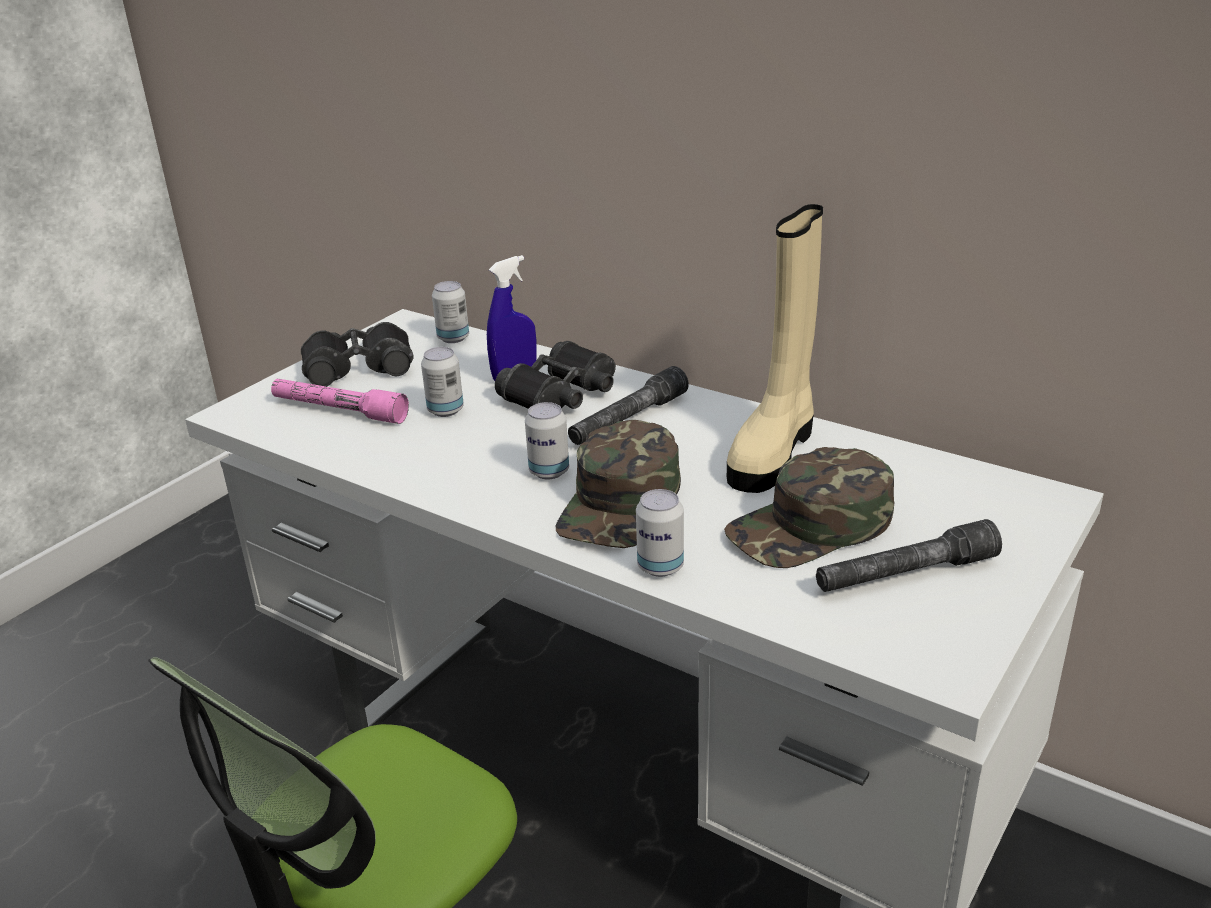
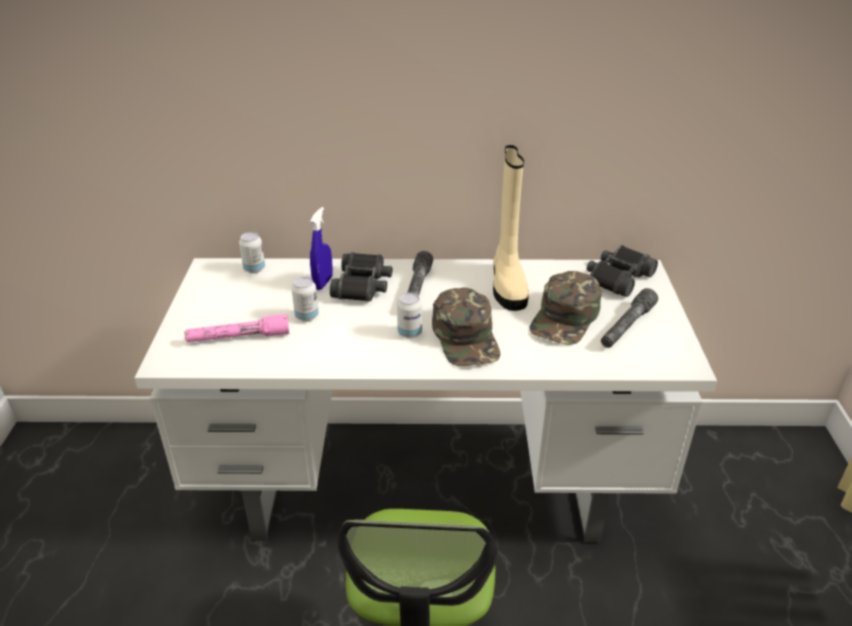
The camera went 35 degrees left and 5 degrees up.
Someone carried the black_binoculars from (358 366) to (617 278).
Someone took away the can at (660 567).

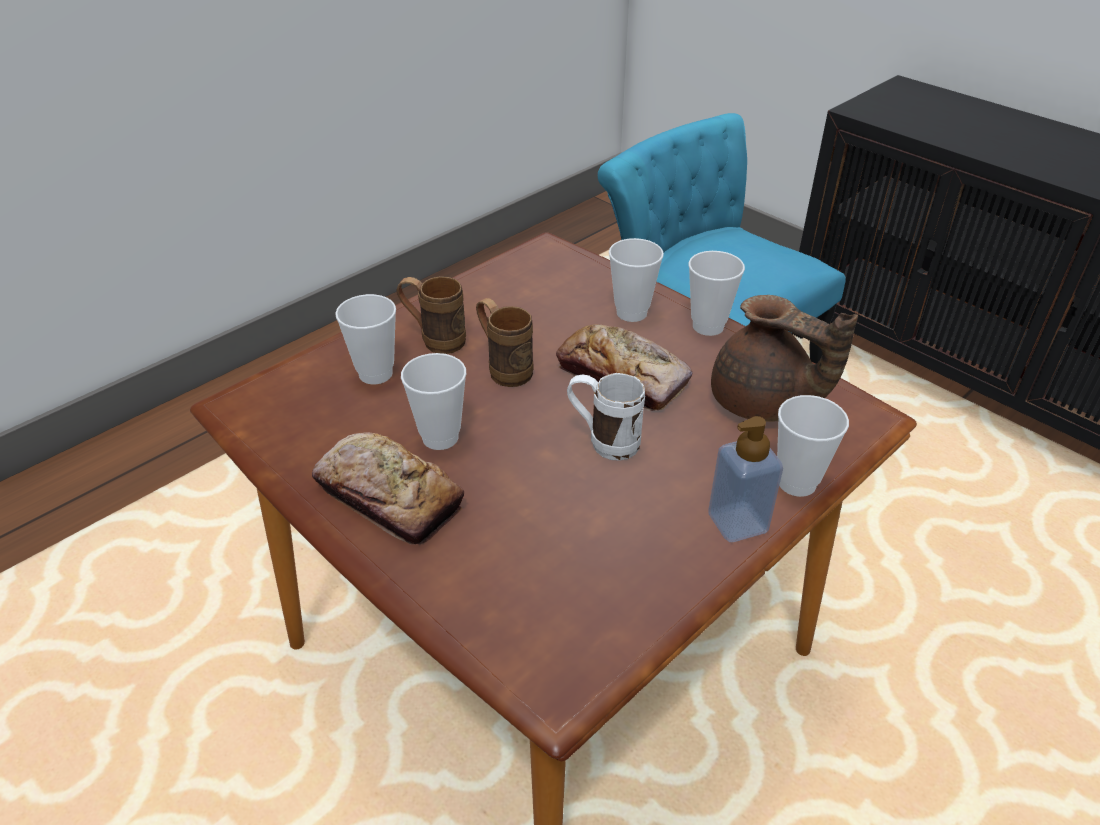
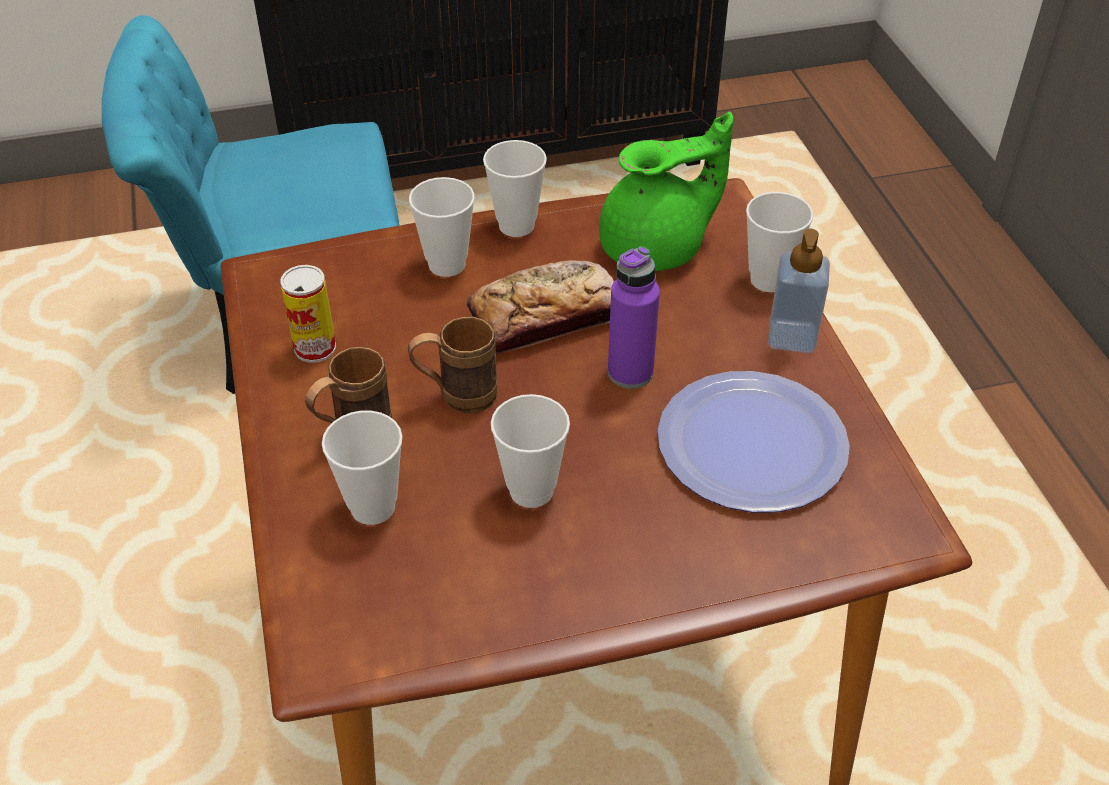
The camera went 60 degrees left and 5 degrees up.
Someone put down the can at (315 348).
Someone repainted the brown_teapot at (763 404), which became the green_teapot at (657 248).
Someone swapped the white_mug at (603 442) for the purple_bottle at (630 373).
Someone put down the plate at (752 444).
Someone took away the bread at (389 497).

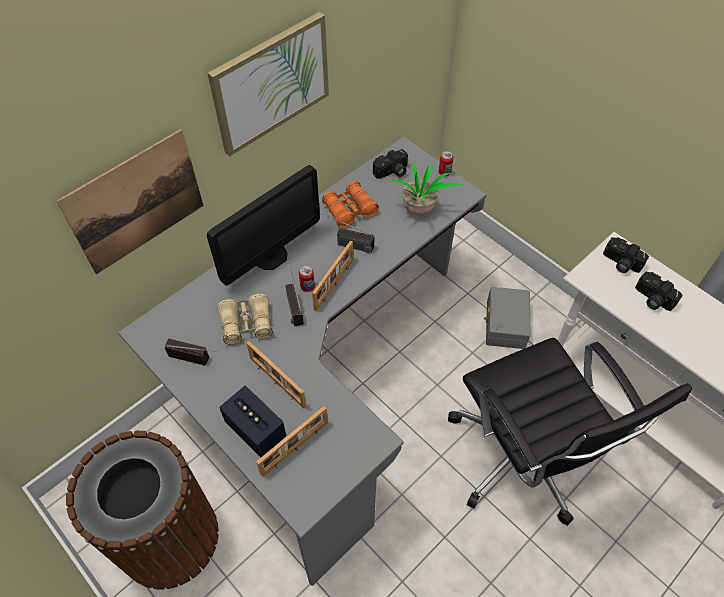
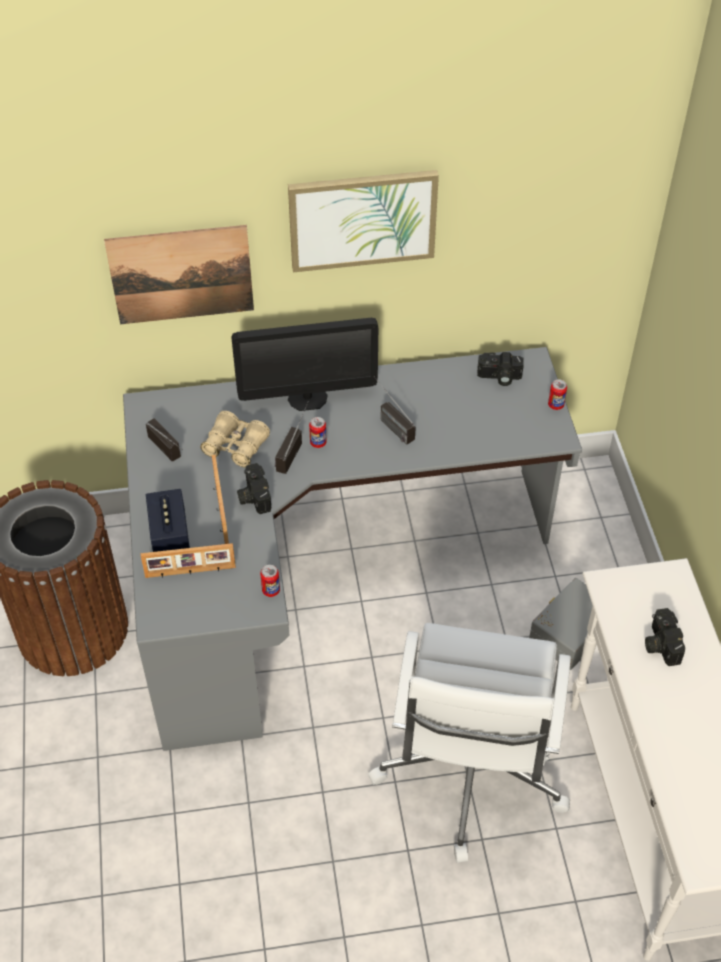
The camera went 35 degrees right and 5 degrees down.
Someone carried the photo_camera from (620 263) to (253 496).
Someone put down the can at (271 590).
Someone repainted the black_office_chair at (524 458), which became the white_office_chair at (469 774).
Someone took away the picture_frame at (335 284).
Someone took away the orange_binoculars at (350 210).
Someone took away the potted_plant at (419 211).

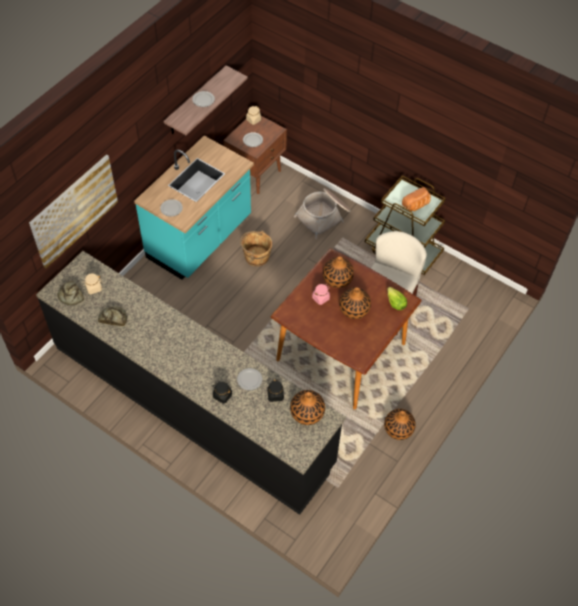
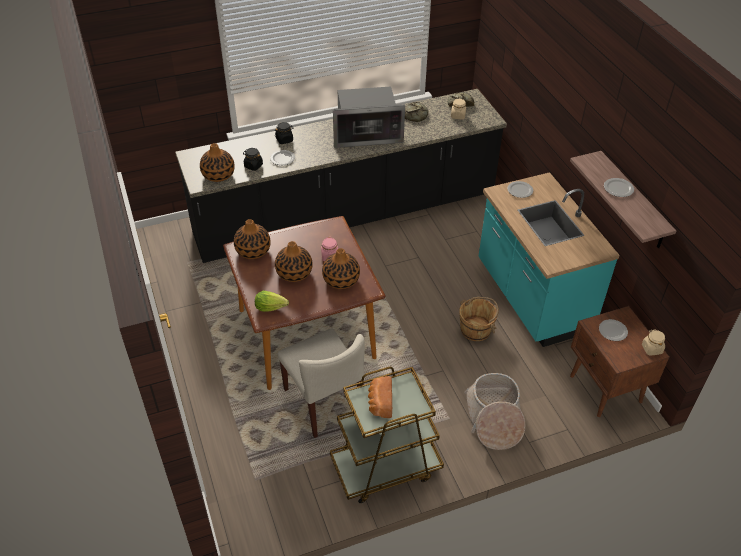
The camera went 125 degrees right and 10 degrees down.
Someone carried the vase from (398 429) to (253 251).
Someone put down the microwave at (366 134).
Someone took away the picture at (74 211).

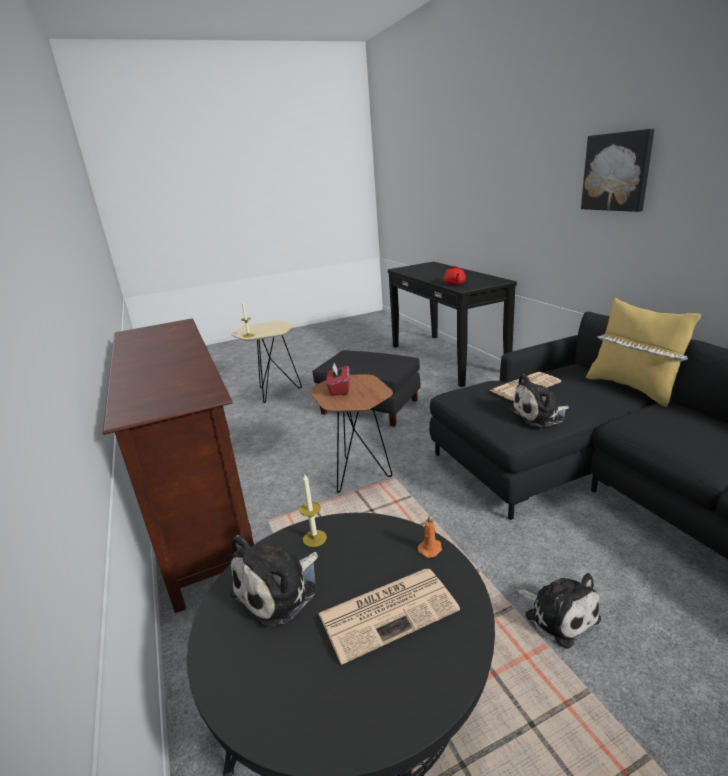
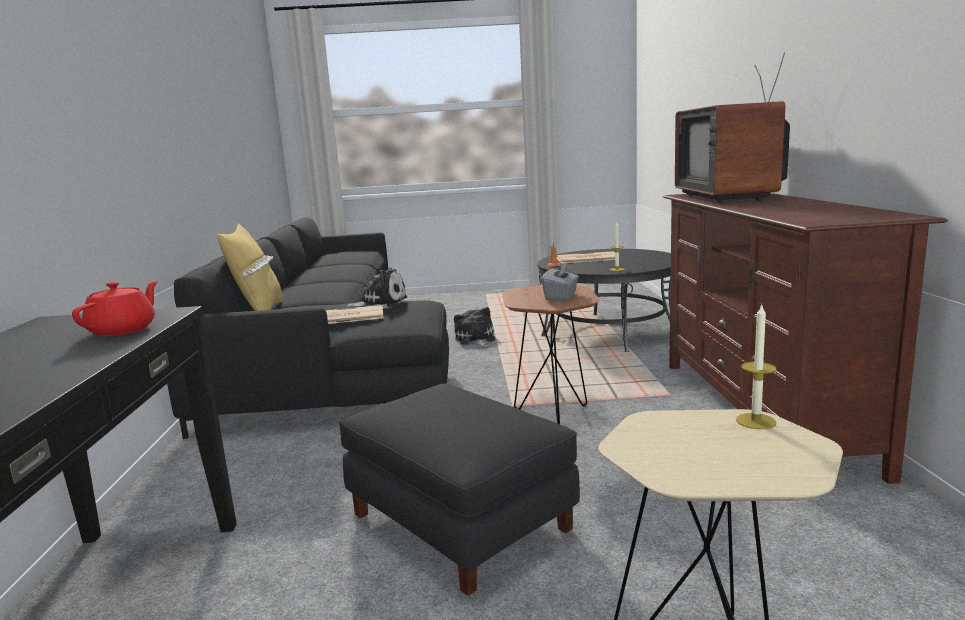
The camera went 160 degrees left and 10 degrees down.
Someone repainted the red_tissue_box at (339 389), which became the grey_tissue_box at (561 297).
Someone put down the television at (732 196).
Someone took away the plush_toy at (279 589).
Someone took away the picture at (617 172).

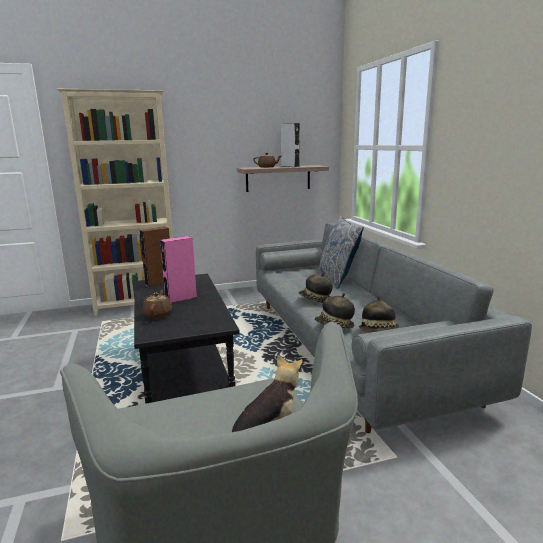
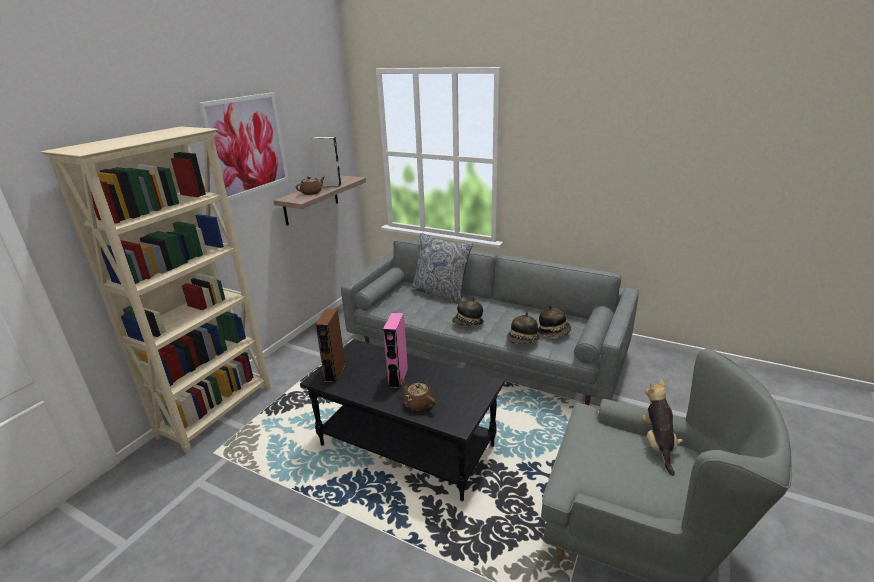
The camera went 45 degrees left and 10 degrees up.
Someone put up the picture at (247 145).

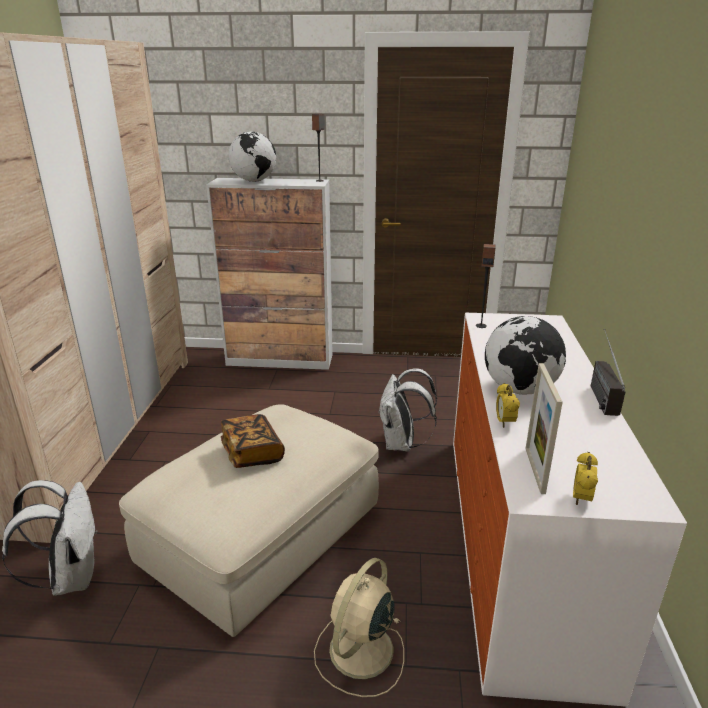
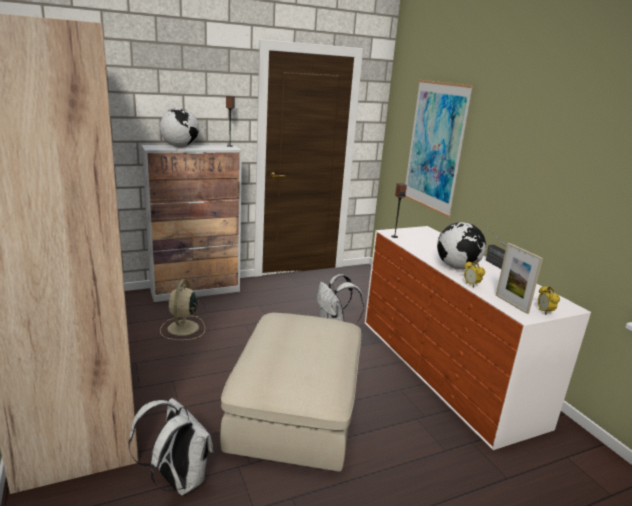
The camera went 30 degrees left and 5 degrees down.
Someone carried the beige_fan from (359 652) to (182 329).
Someone put up the picture at (435 146).
Someone took away the book at (252 453).

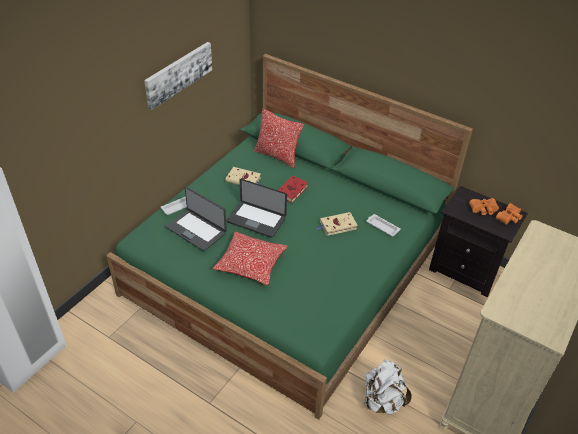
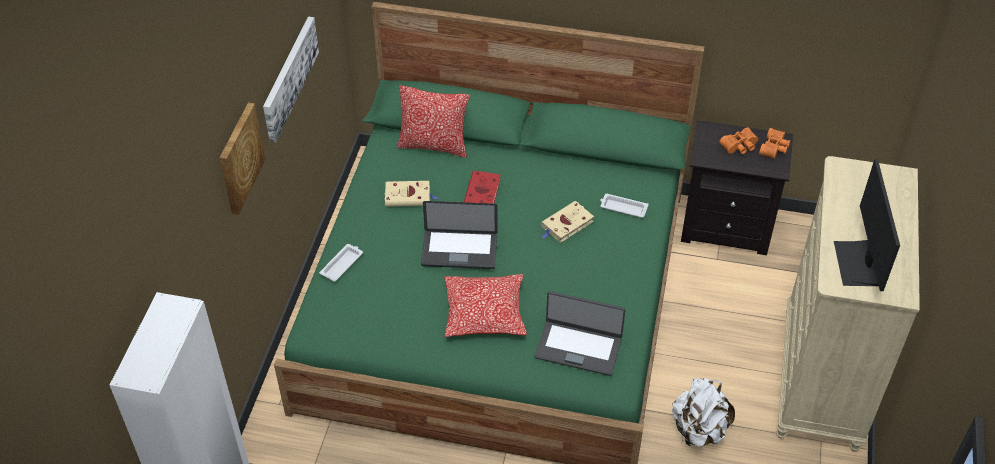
The camera went 20 degrees left and 5 degrees up.
Someone put up the picture at (239 158).
Someone carried the laptop from (196 230) to (578 347).
Someone put down the monitor at (858 263).

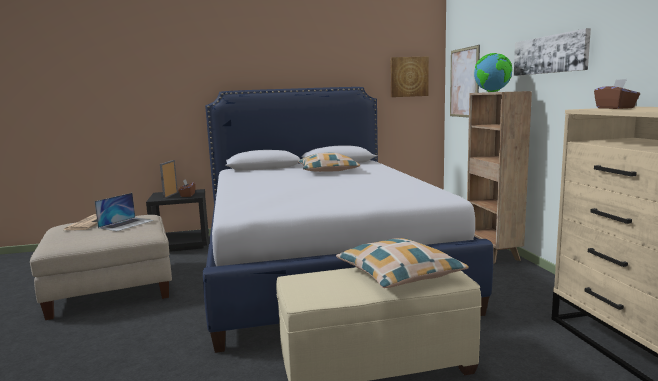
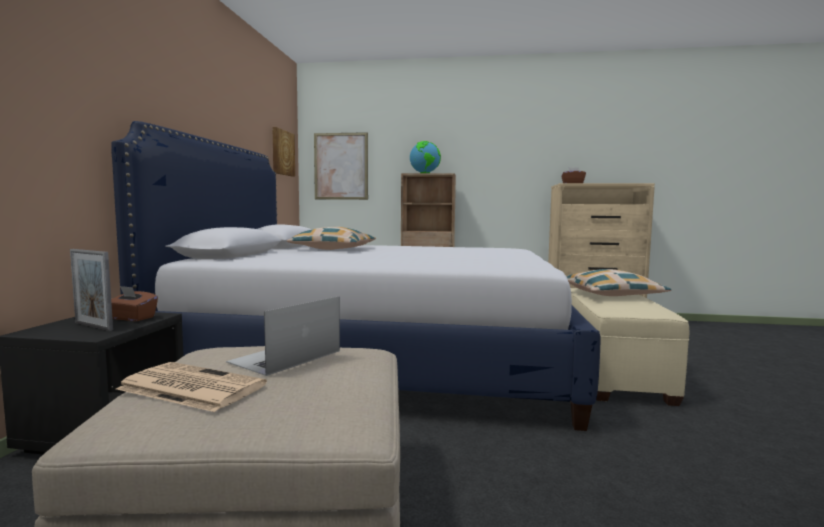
The camera went 70 degrees left and 5 degrees down.
Someone rotated the laptop at (126 224) by 105 degrees counterclockwise.
Someone took away the picture at (550 54).

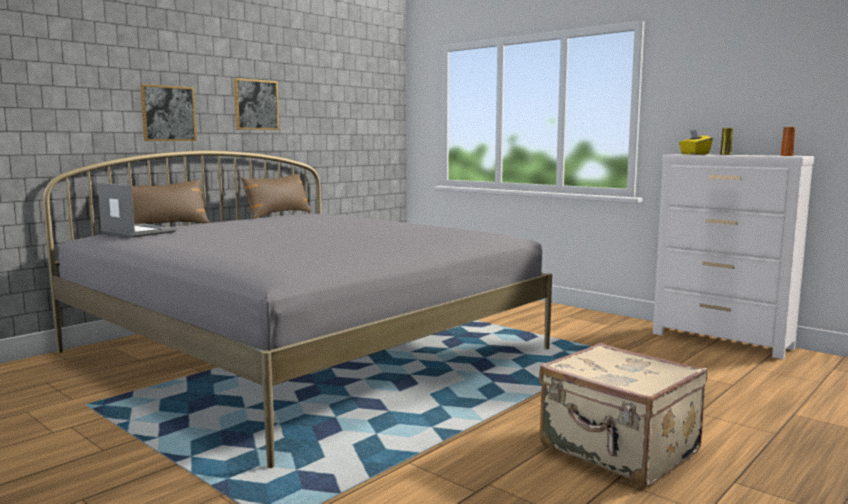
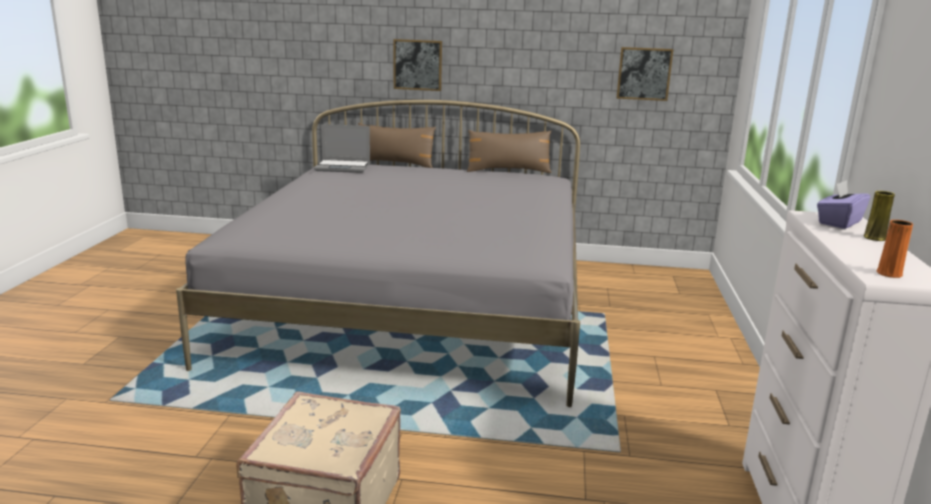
The camera went 55 degrees right and 10 degrees up.
Someone rotated the laptop at (136 232) by 90 degrees clockwise.
Someone carried the picture from (256 105) to (644 73).
Someone repainted the yellow_tissue_box at (694 154), which became the purple_tissue_box at (838 222).

